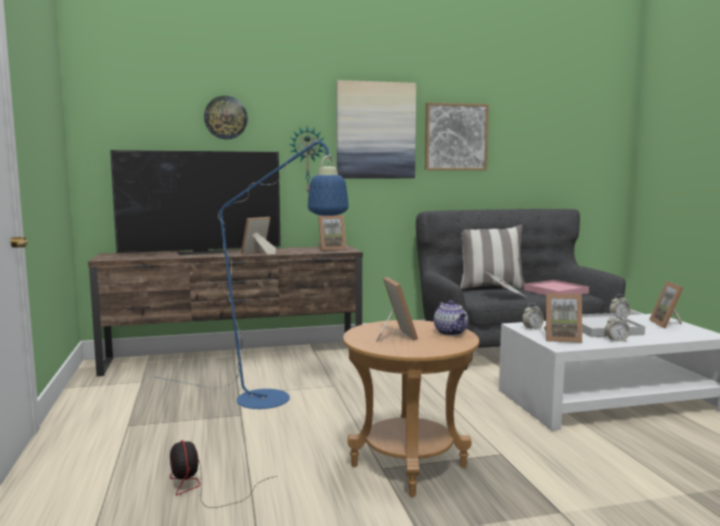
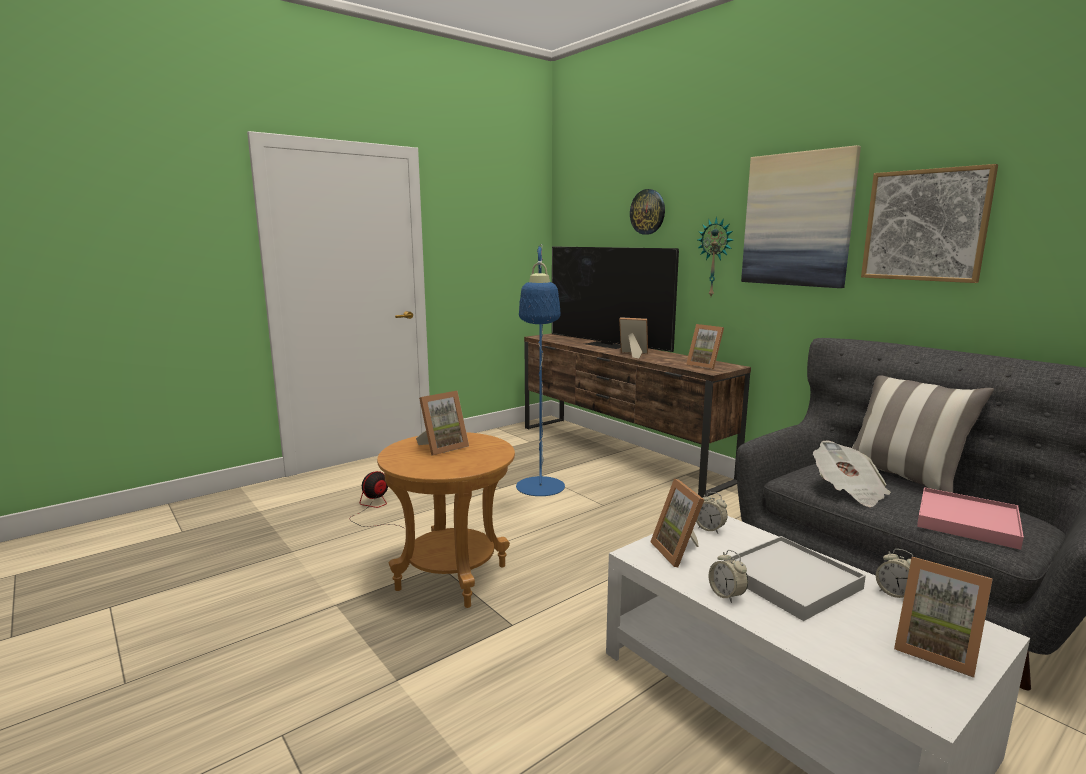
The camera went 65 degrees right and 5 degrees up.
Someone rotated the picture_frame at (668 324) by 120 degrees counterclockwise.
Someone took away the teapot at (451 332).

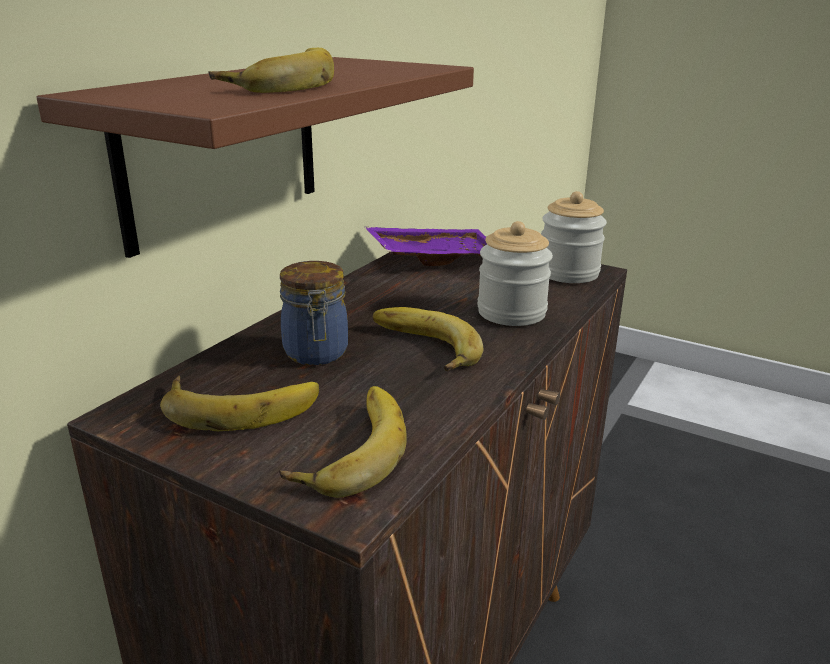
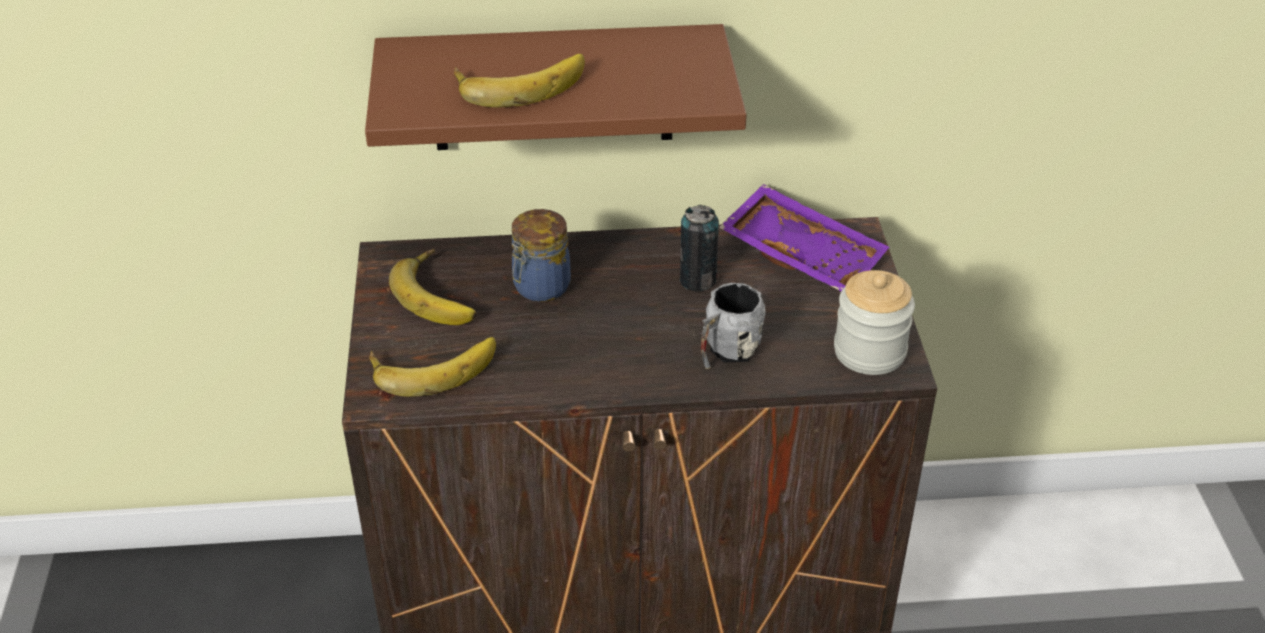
The camera went 55 degrees right and 15 degrees up.
Someone put down the can at (698 280).
Someone swapped the jar at (511 312) for the grey_mug at (726 352).
Someone took away the banana at (421 348).

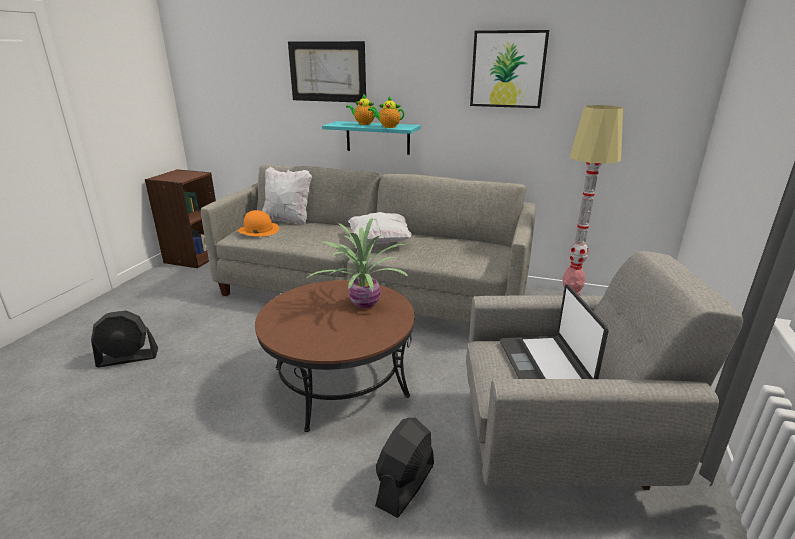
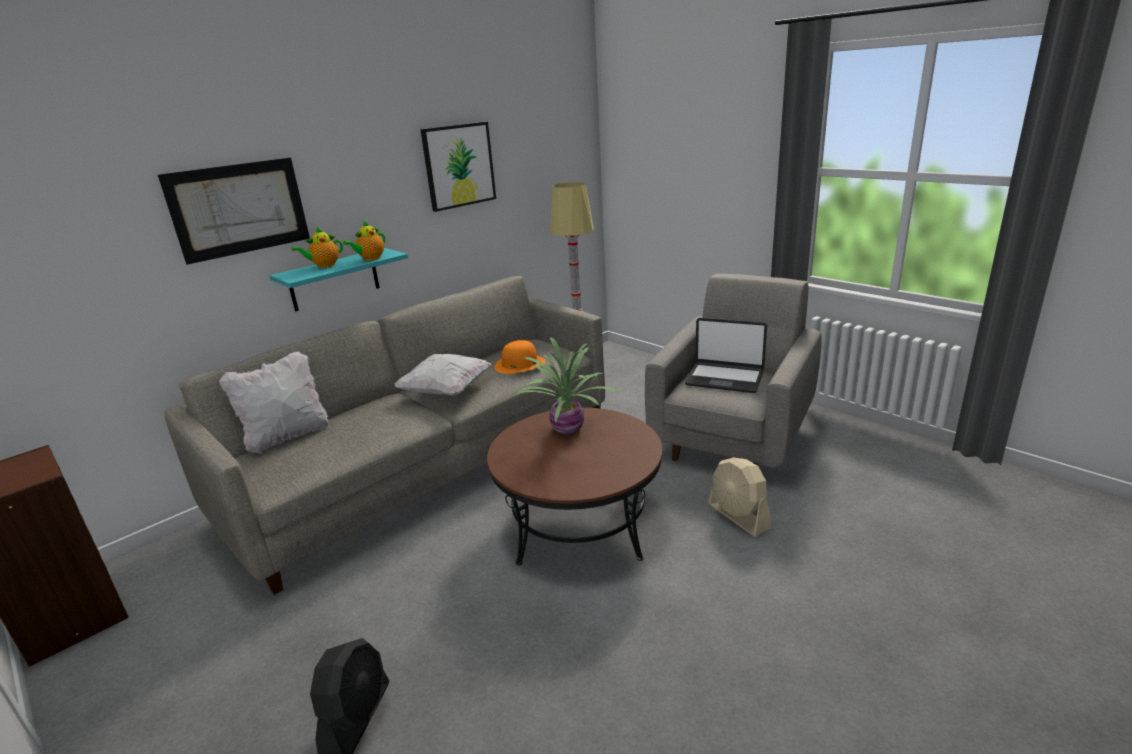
The camera went 60 degrees left and 0 degrees up.
Someone carried the orange_hat from (258 230) to (519 364).
Someone repainted the black_fan at (405 485), which became the beige_fan at (738 516).

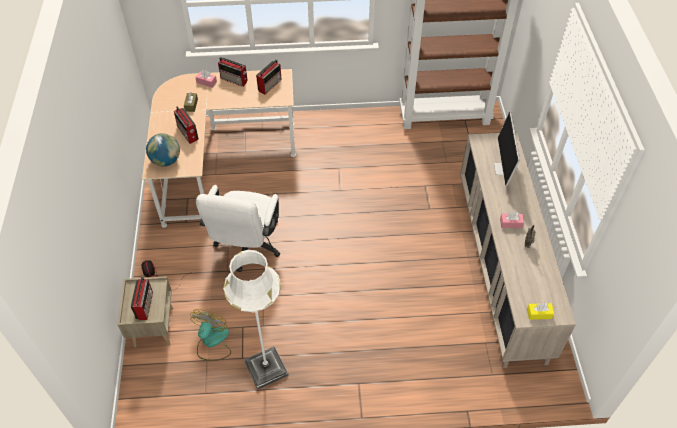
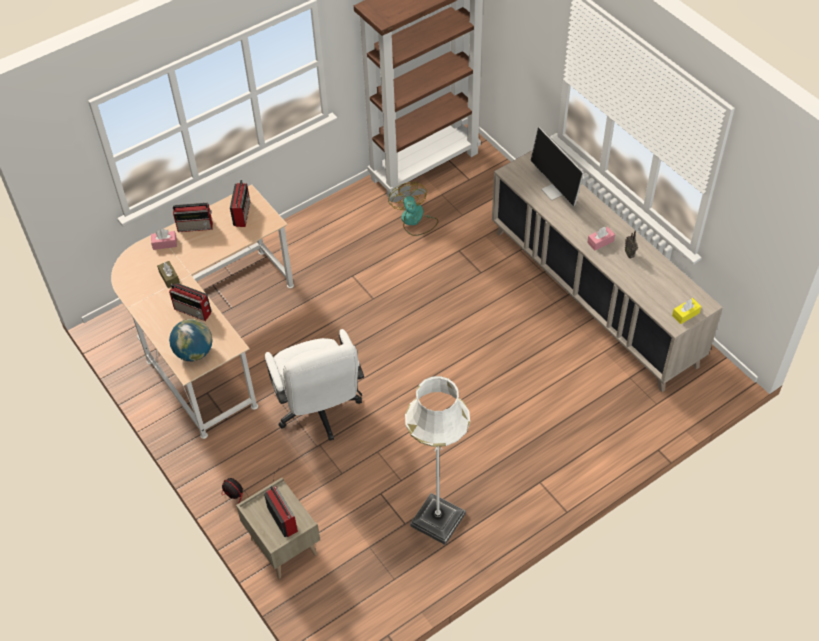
The camera went 30 degrees left and 0 degrees up.
Someone carried the fan from (212 342) to (414 220).

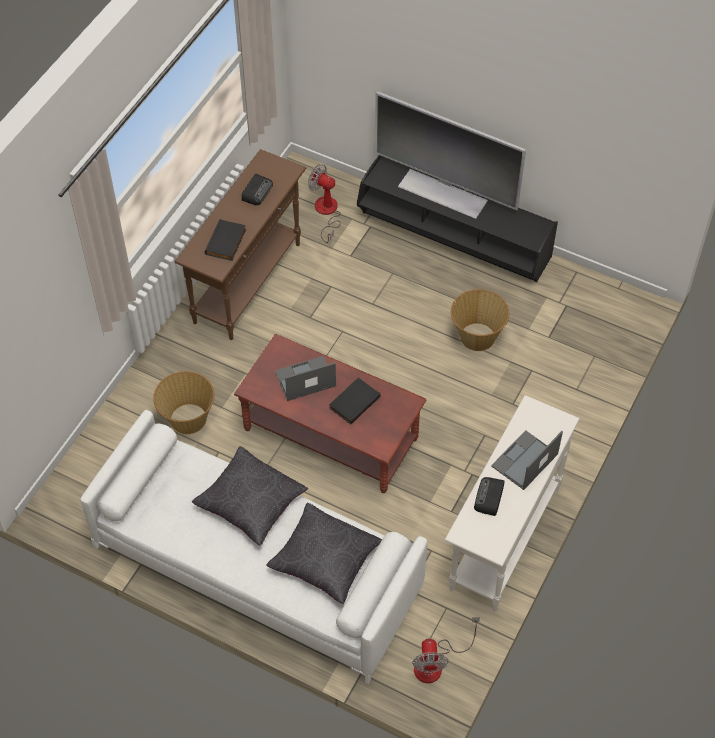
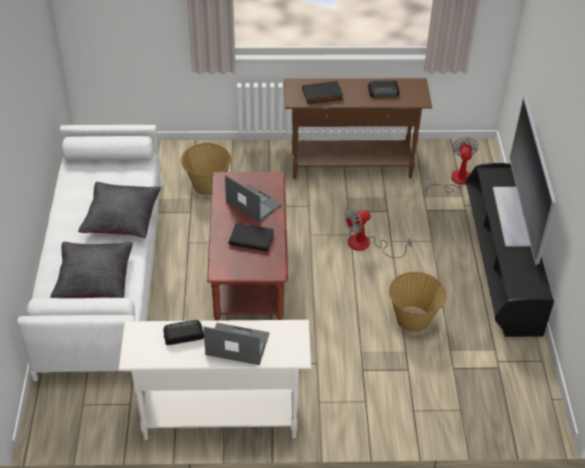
The camera went 60 degrees right and 10 degrees down.
Someone carried the fan from (436 663) to (366 245).

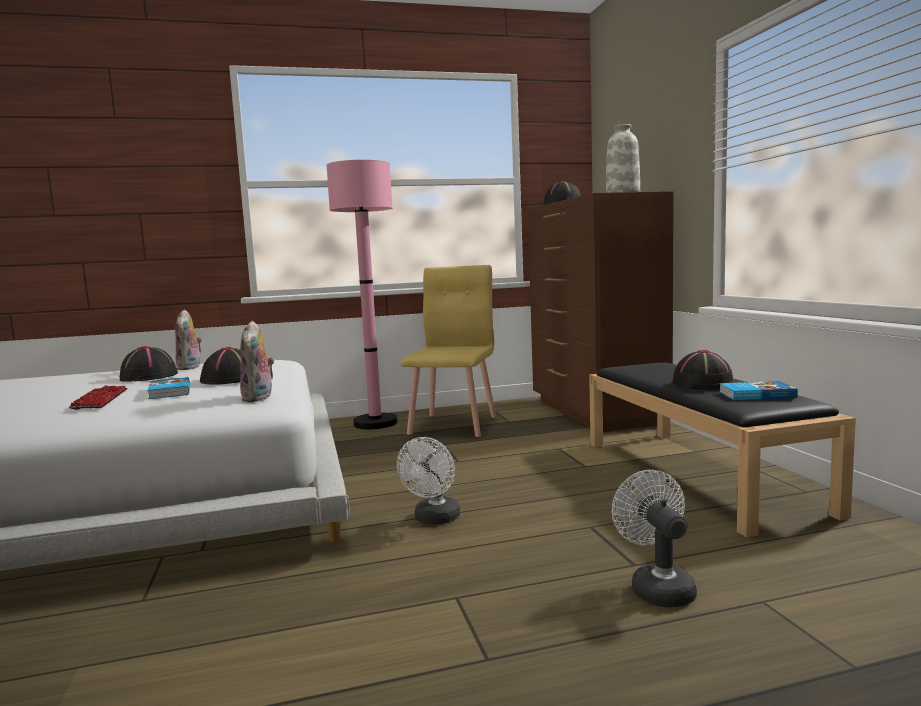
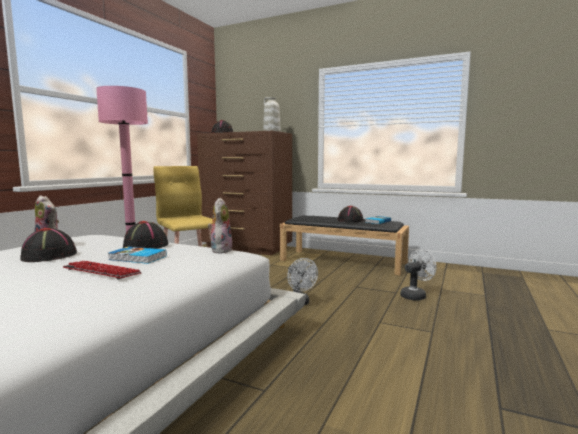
The camera went 50 degrees left and 0 degrees up.
Someone rotated the plush_toy at (259 398) by 120 degrees counterclockwise.
Someone rotated the white_fan at (657 587) by 120 degrees clockwise.

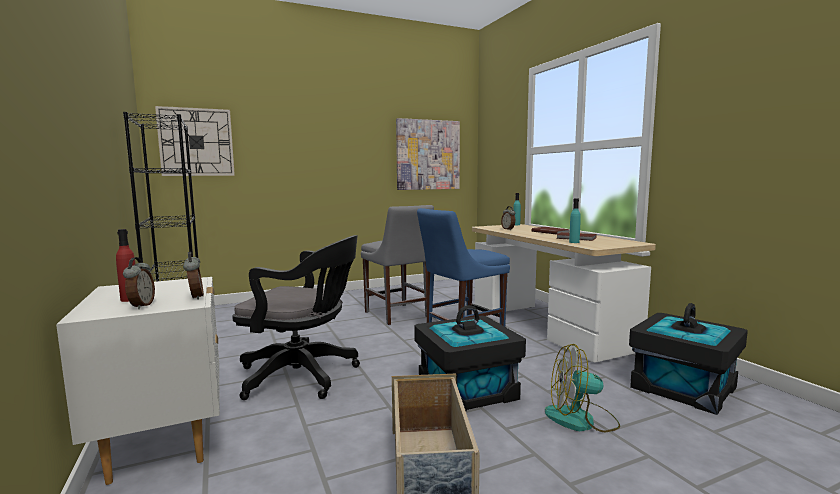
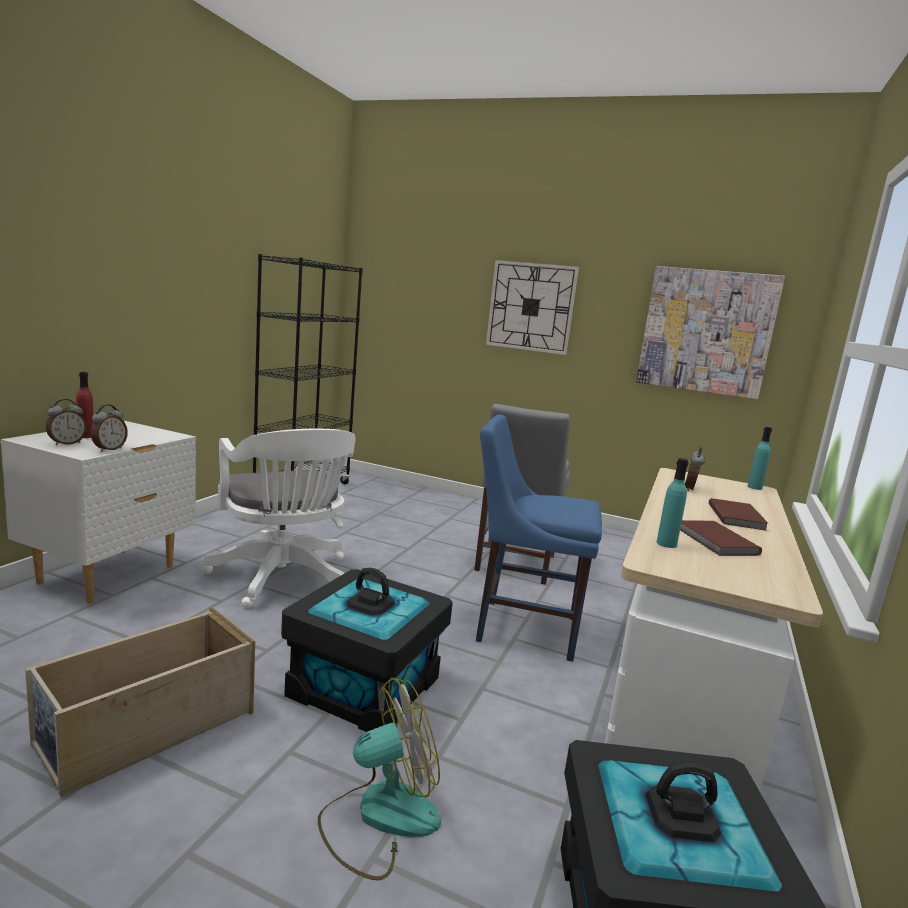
The camera went 45 degrees right and 5 degrees up.
Someone repainted the black_office_chair at (303 376), which became the white_office_chair at (283 579).
Someone rotated the fan at (581 419) by 105 degrees clockwise.
Someone carried the wall_clock from (196 142) to (531 307).

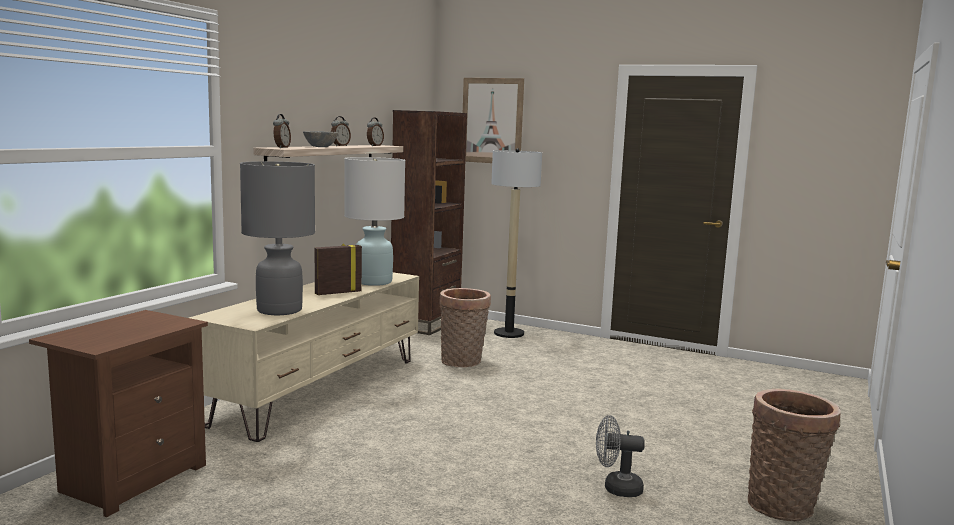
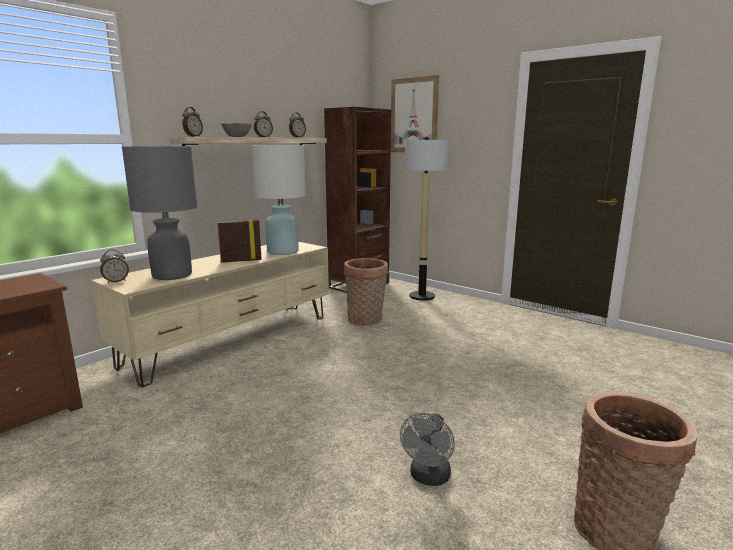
The camera went 15 degrees right and 5 degrees up.
Someone put down the alarm_clock at (116 281).
Someone rotated the grey_fan at (616 488) by 90 degrees counterclockwise.

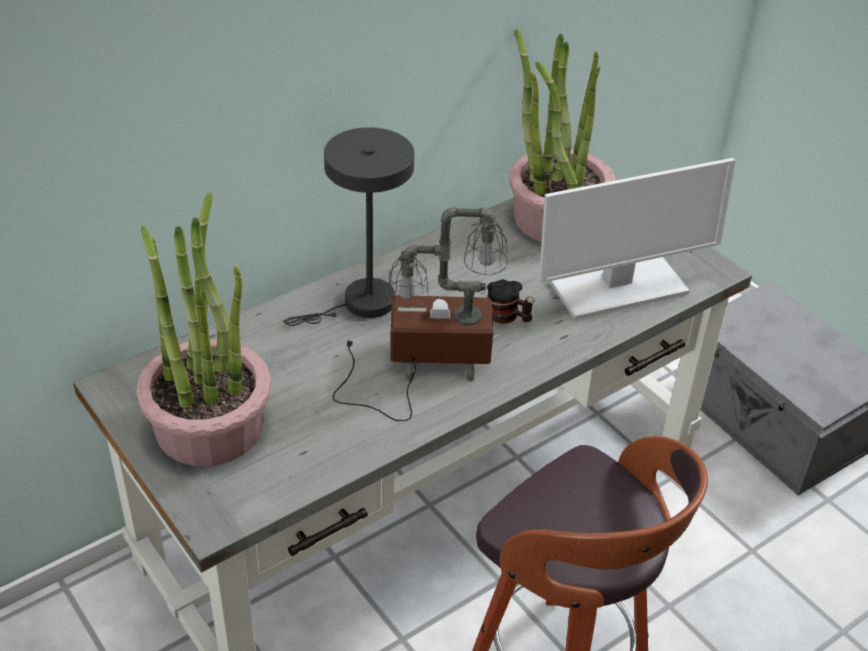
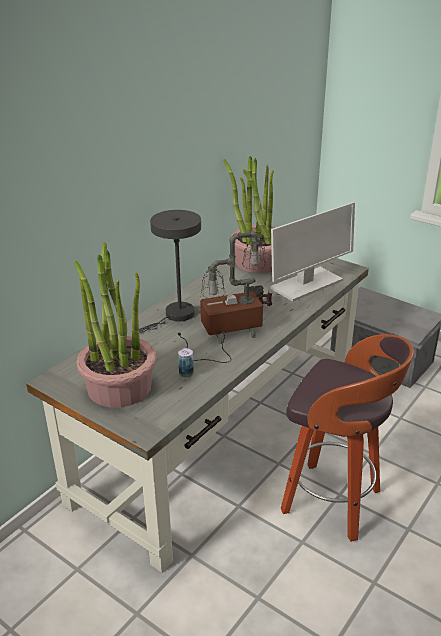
The camera went 15 degrees left and 10 degrees down.
Someone put down the can at (186 375).

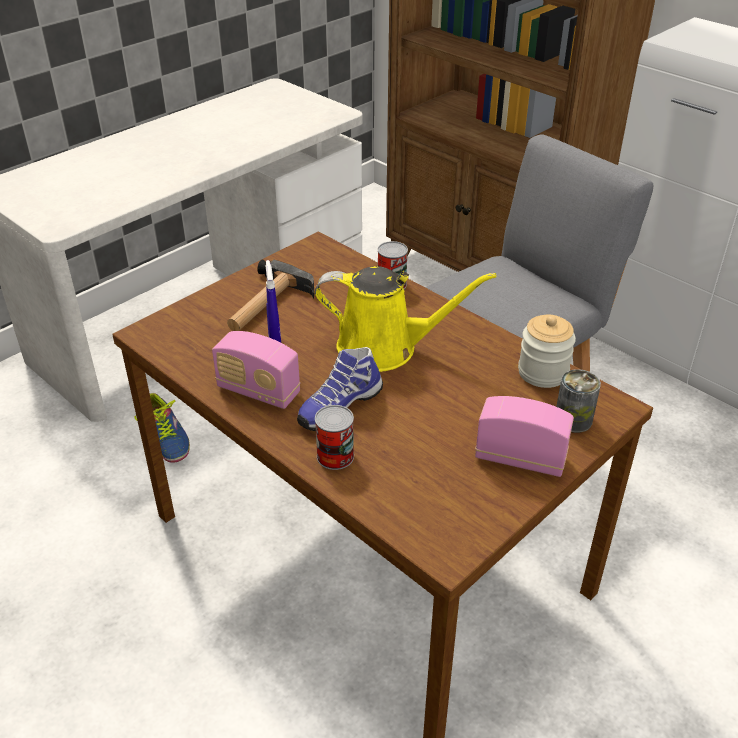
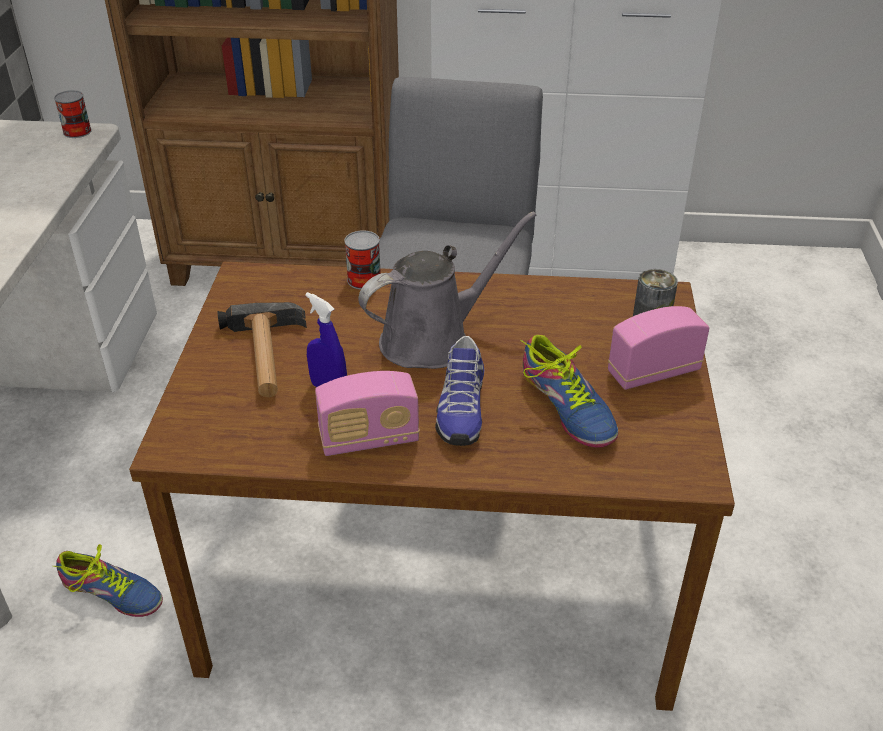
The camera went 40 degrees left and 0 degrees up.
Someone carried the can from (335 456) to (77 132).
Someone repainted the yellow_watering_can at (385 348), which became the grey_watering_can at (433 339).
Someone put down the shoe at (568 406).
Someone took away the jar at (543 372).

